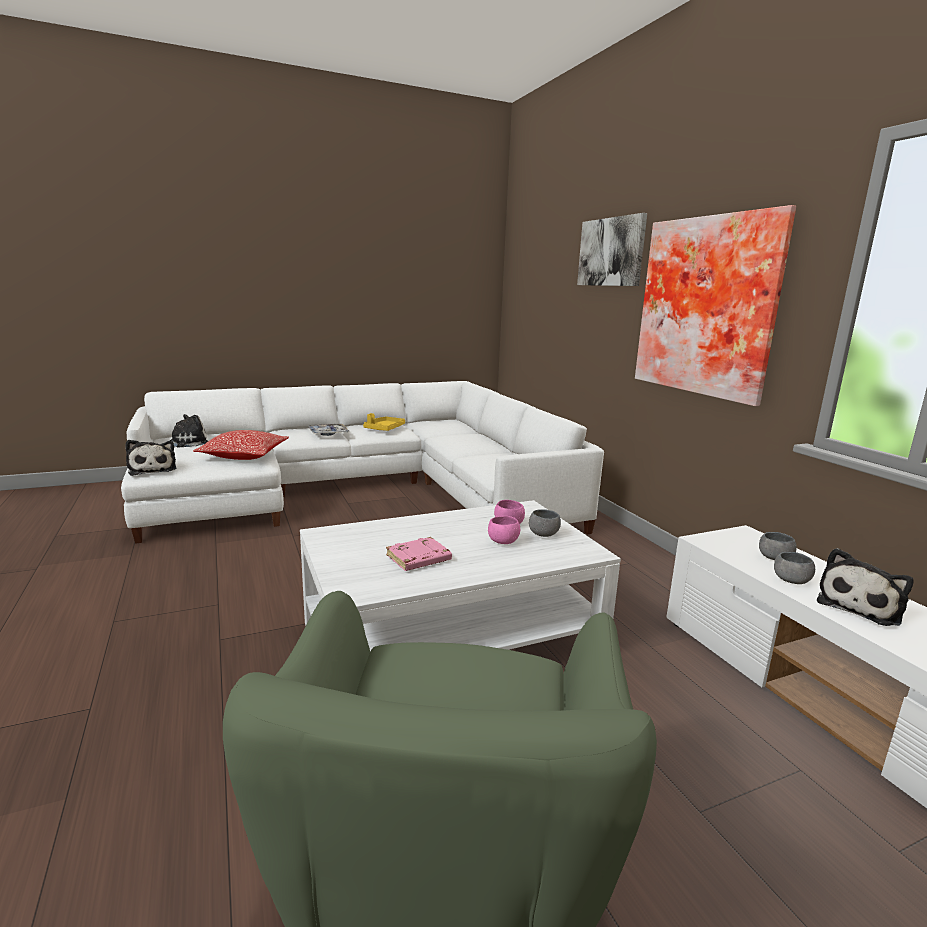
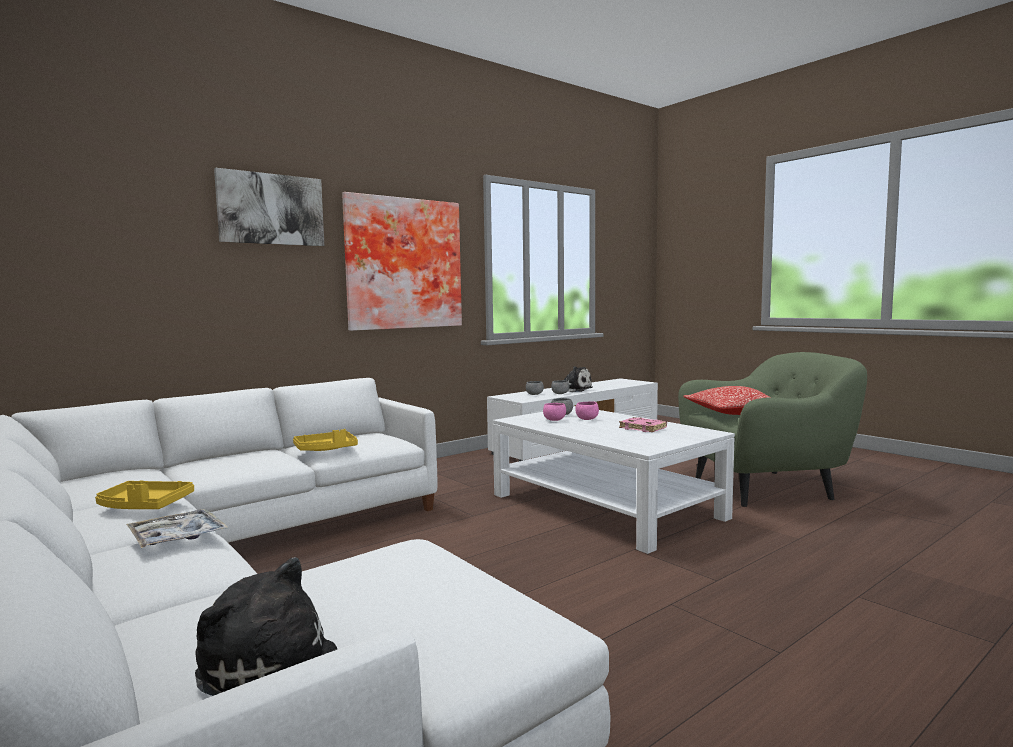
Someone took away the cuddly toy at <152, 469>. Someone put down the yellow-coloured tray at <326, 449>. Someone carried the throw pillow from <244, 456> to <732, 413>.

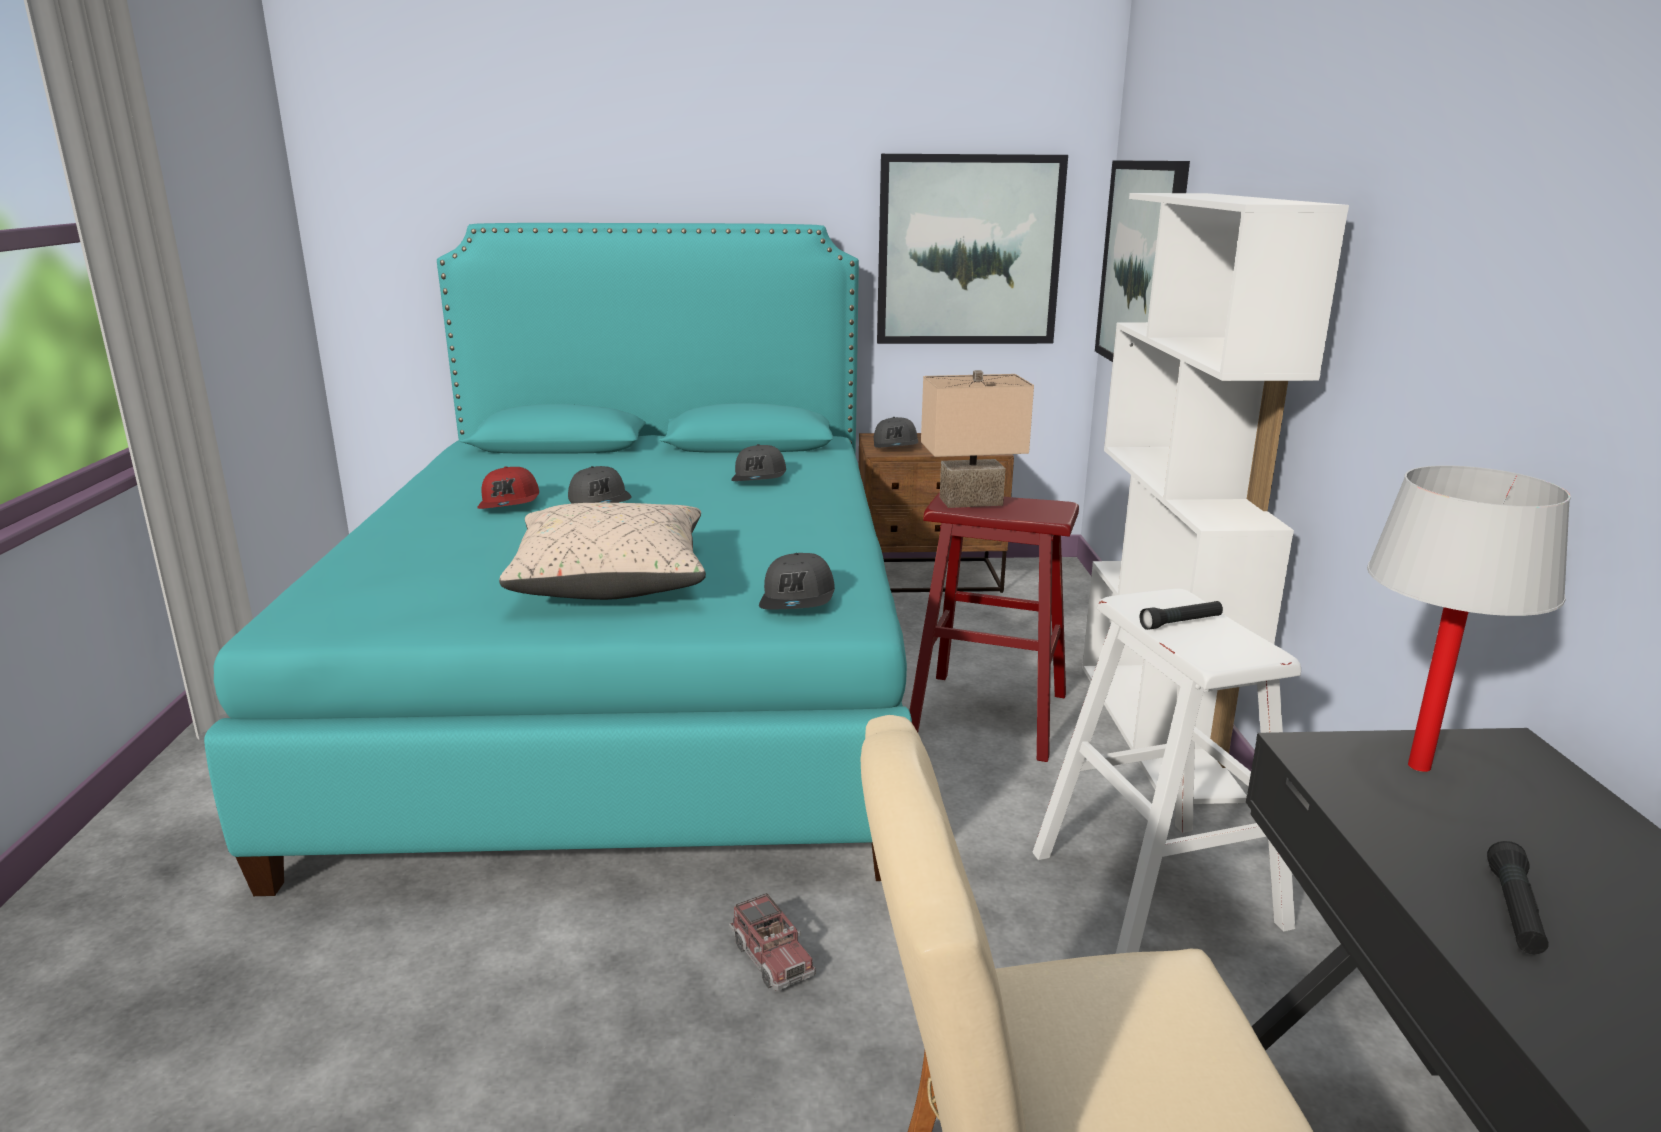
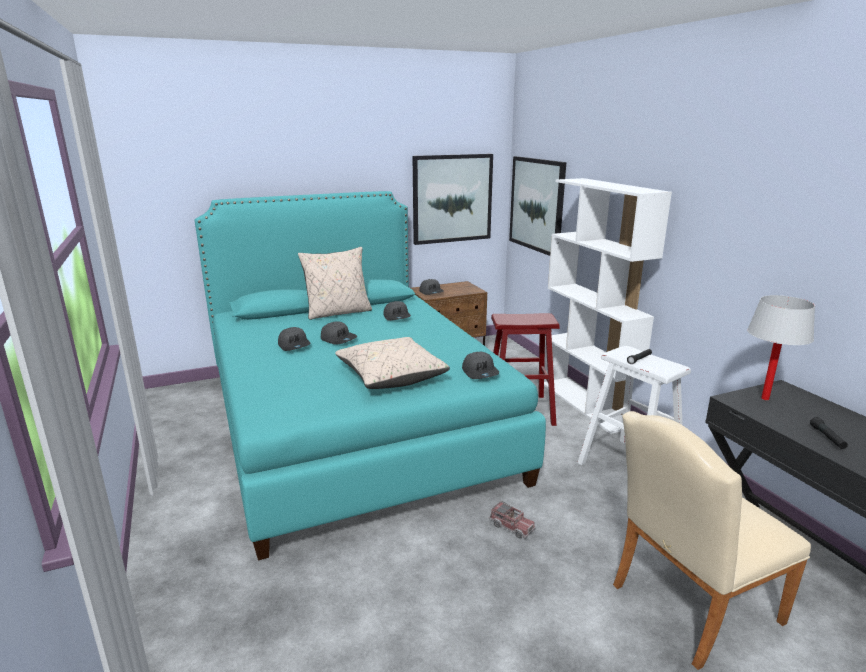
Someone took away the beige-coloured tabletop lamp at <970, 502>. Someone put down the beige-coloured throw pillow at <338, 313>. Someone repainted the red baseball cap at <510, 503>, which became the grey baseball cap at <294, 345>.

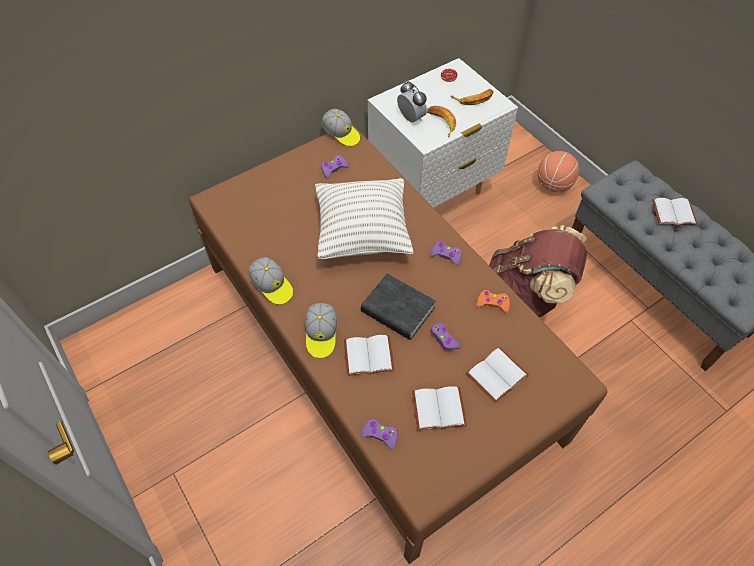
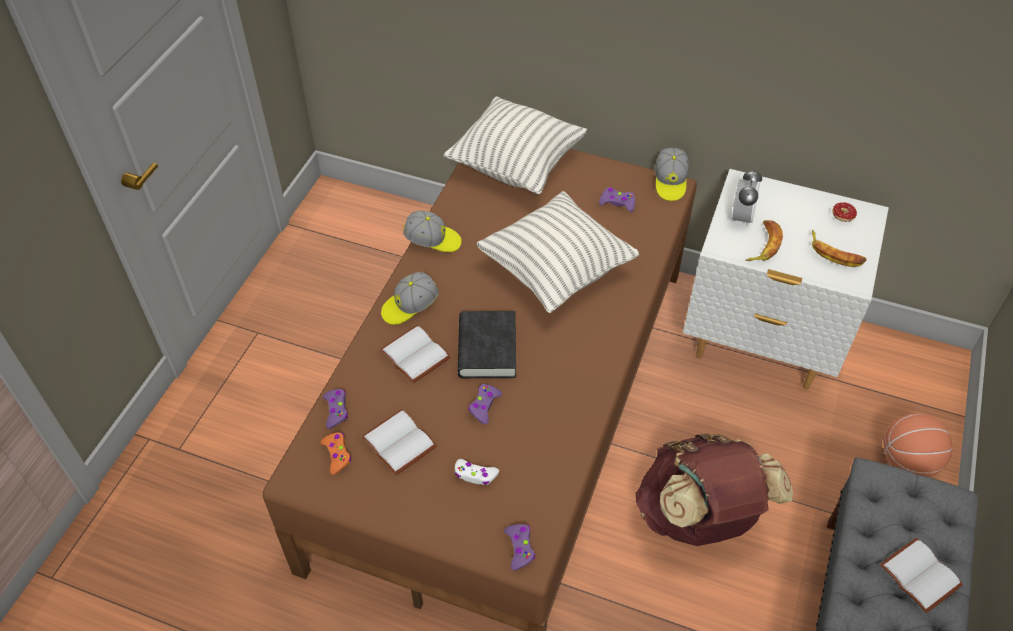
Someone put down the throw pillow at <516, 166>. Someone carried the purple joypad from <446, 255> to <520, 548>. Someone carried the orange joypad from <492, 303> to <337, 455>. Someone swapped the white-coloured book at <497, 376> for the white-coloured joypad at <475, 475>. Someone rotated the baseball cap at <272, 286> by 90 degrees counterclockwise.

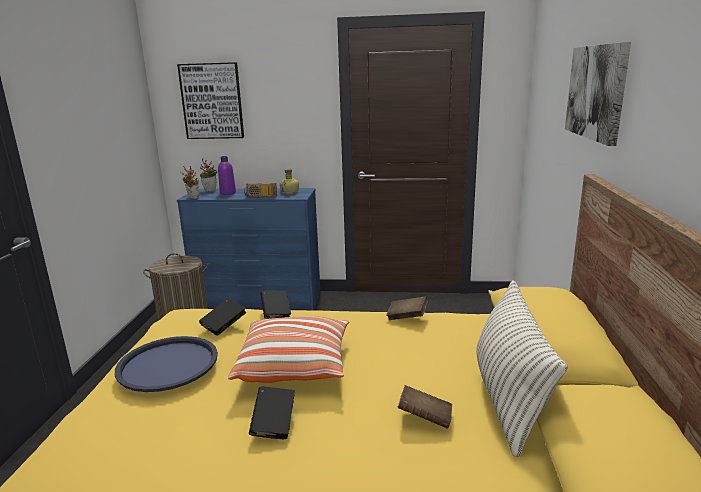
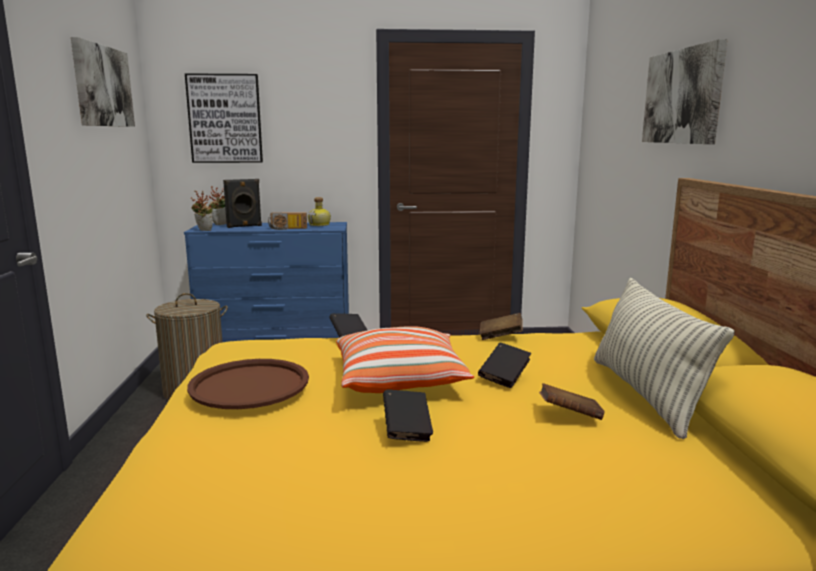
Someone put up the picture at <102, 86>. Someone carried the black-coloured book from <224, 325> to <504, 377>. Someone swapped the purple drink bottle at <228, 193> for the black-coloured speaker at <244, 226>. Someone repainted the blue tray at <168, 364>, which became the brown tray at <249, 385>.

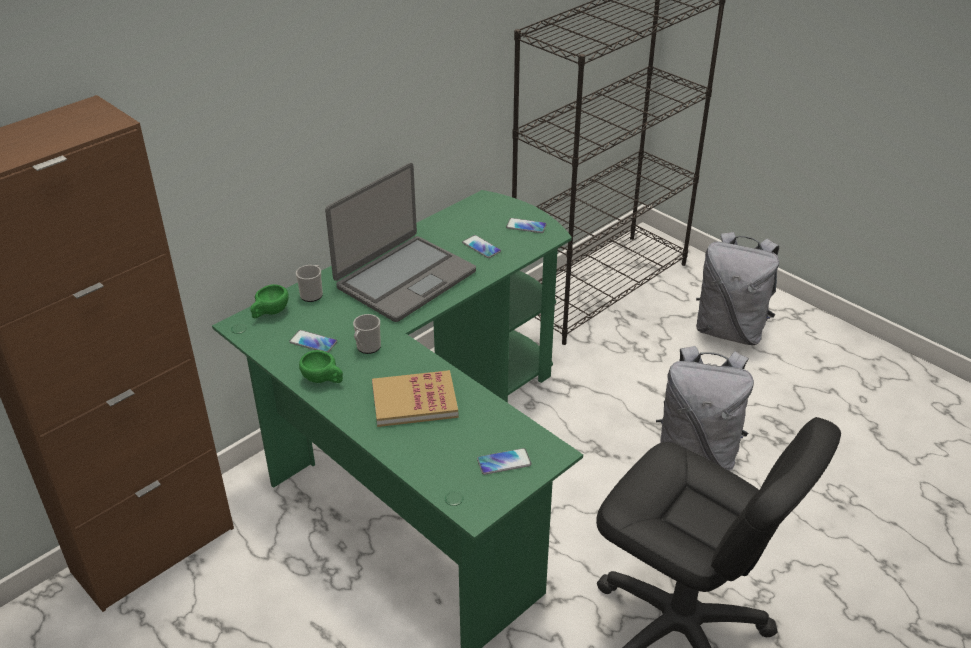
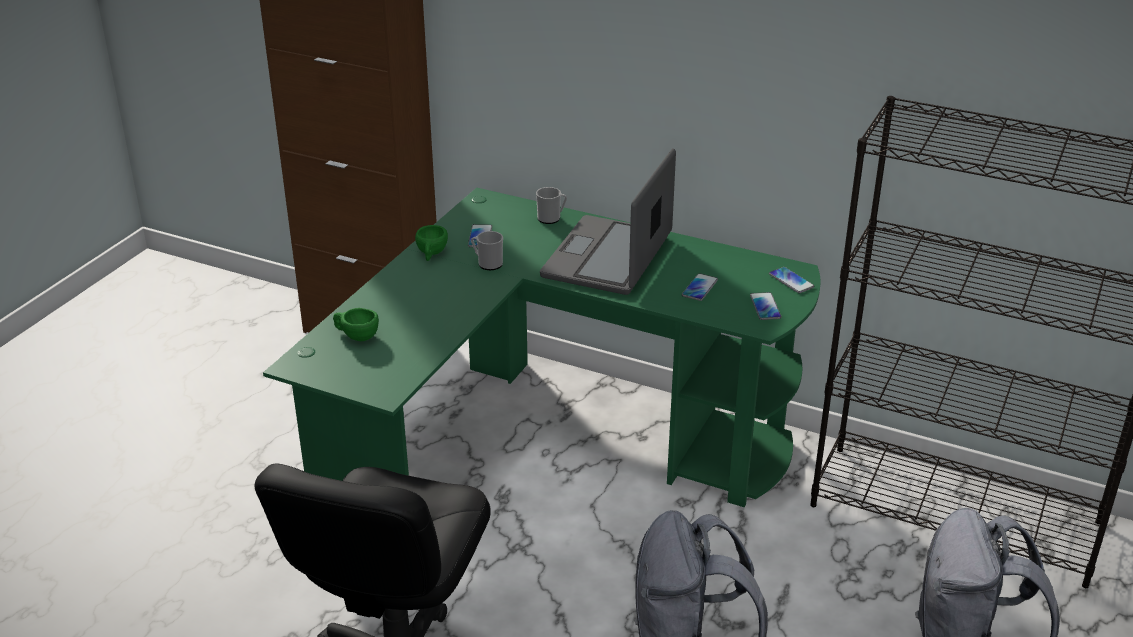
Someone took away the book at <414, 401>. Someone carried the green cup from <270, 312> to <356, 336>. Someone carried the handset from <504, 462> to <791, 281>. Someone rotated the notebook computer at <404, 279> by 90 degrees clockwise.

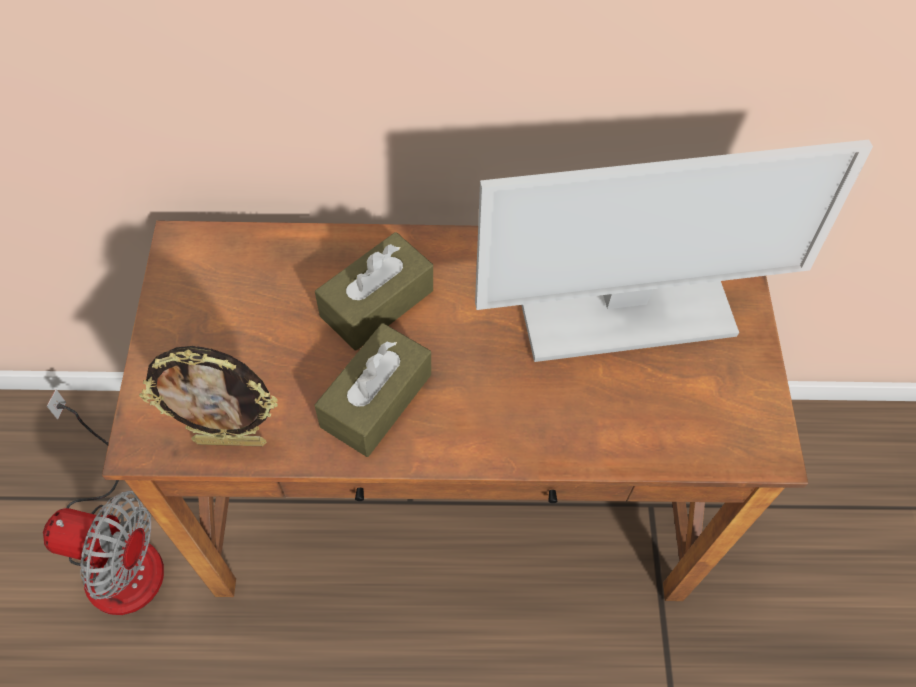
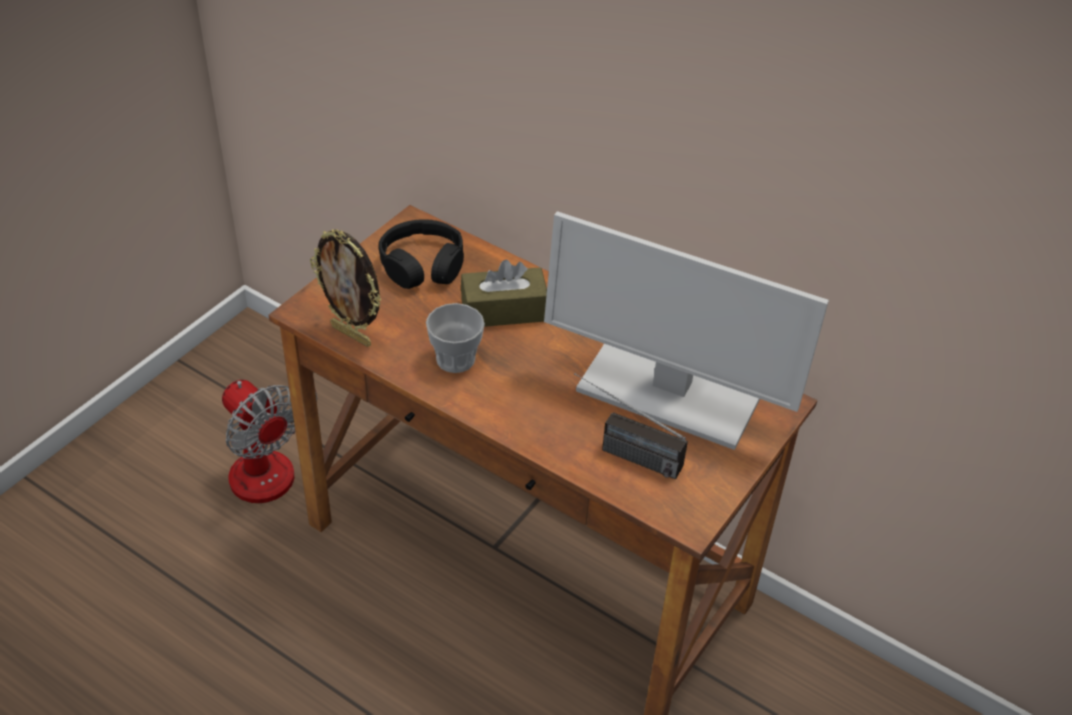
Someone put down the black-coloured headset at <422, 265>. Someone put down the radio at <621, 452>. Someone swapped the brown tissue box at <376, 400> for the cup at <455, 359>.

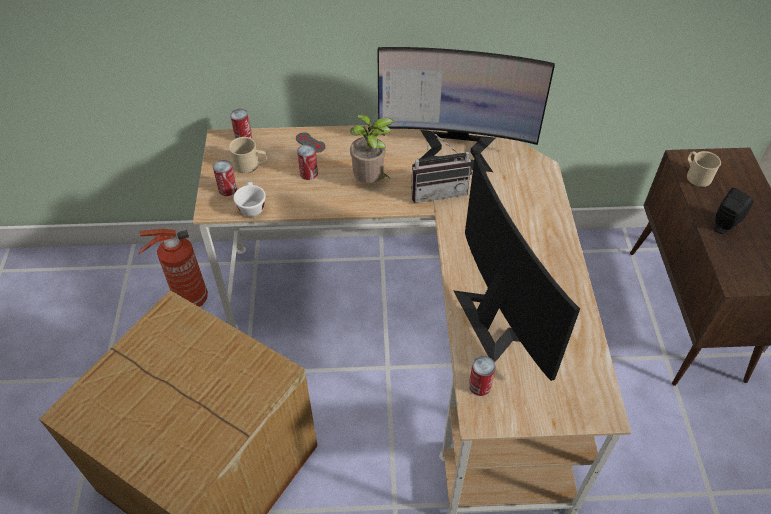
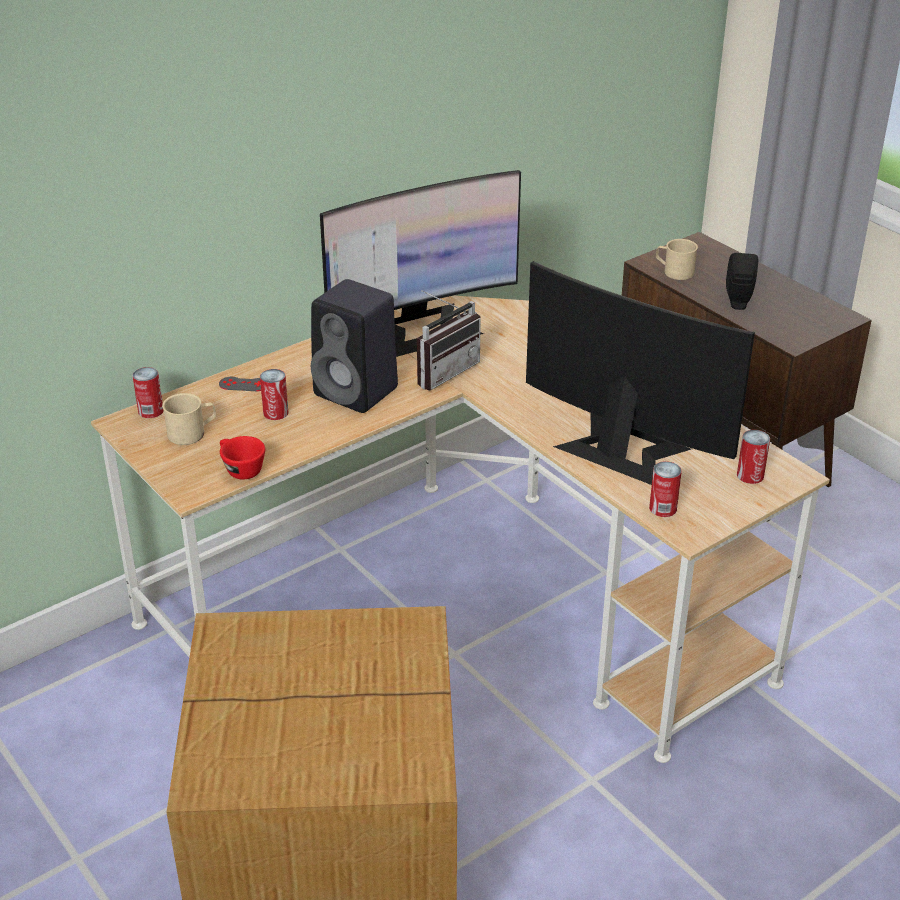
Someone took away the extinguisher at <189, 299>. Someone carried the metal can from <227, 189> to <750, 475>. Someone swapped the potted plant at <371, 181> for the black-coloured speaker at <358, 392>. Someone repainted the white-coloured cup at <251, 206>, which became the red cup at <240, 469>.

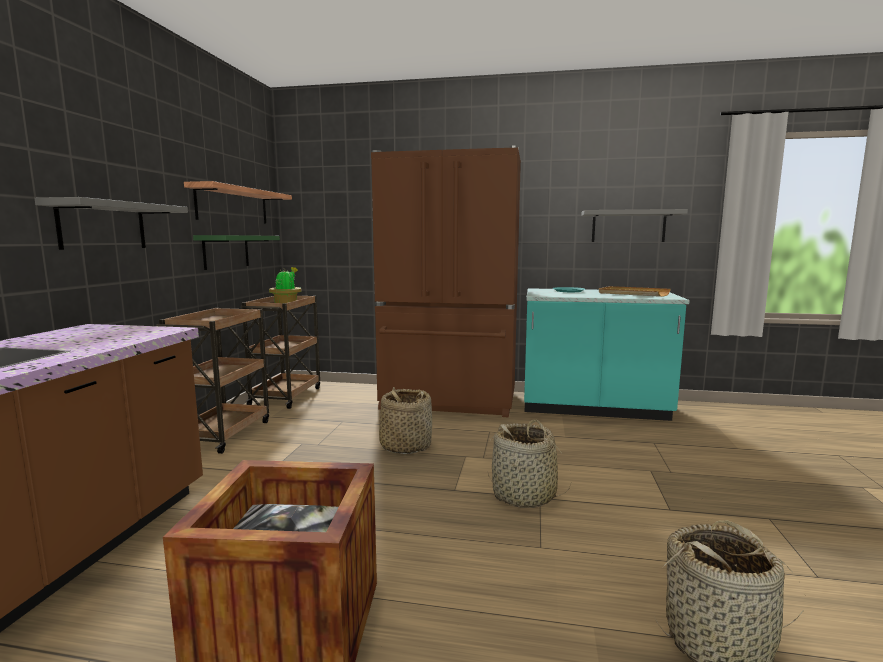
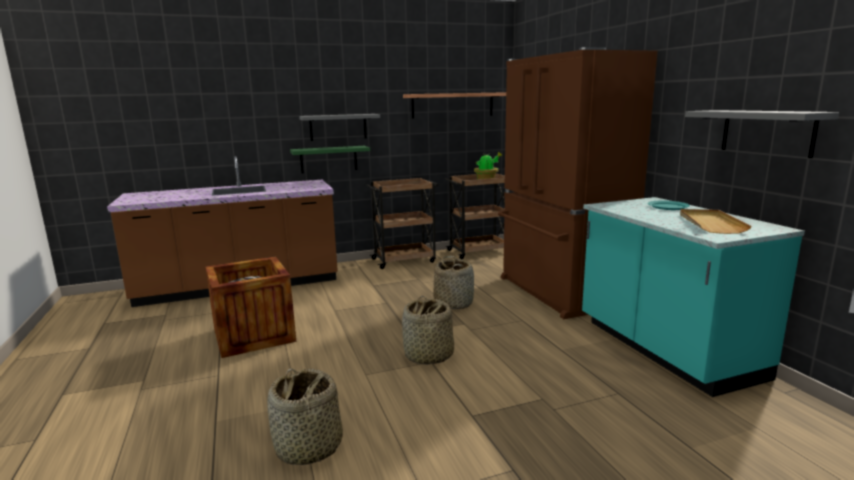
Someone carried the green shelf from <226, 251> to <328, 159>.

